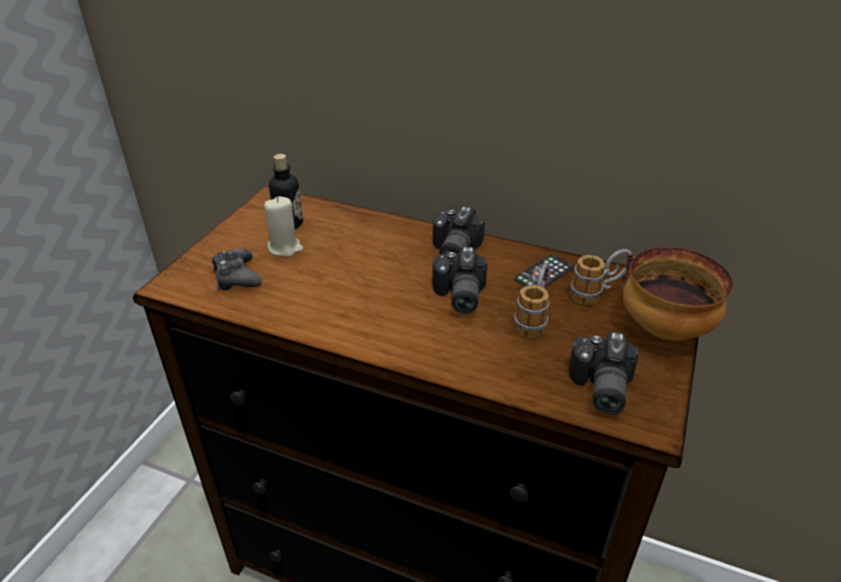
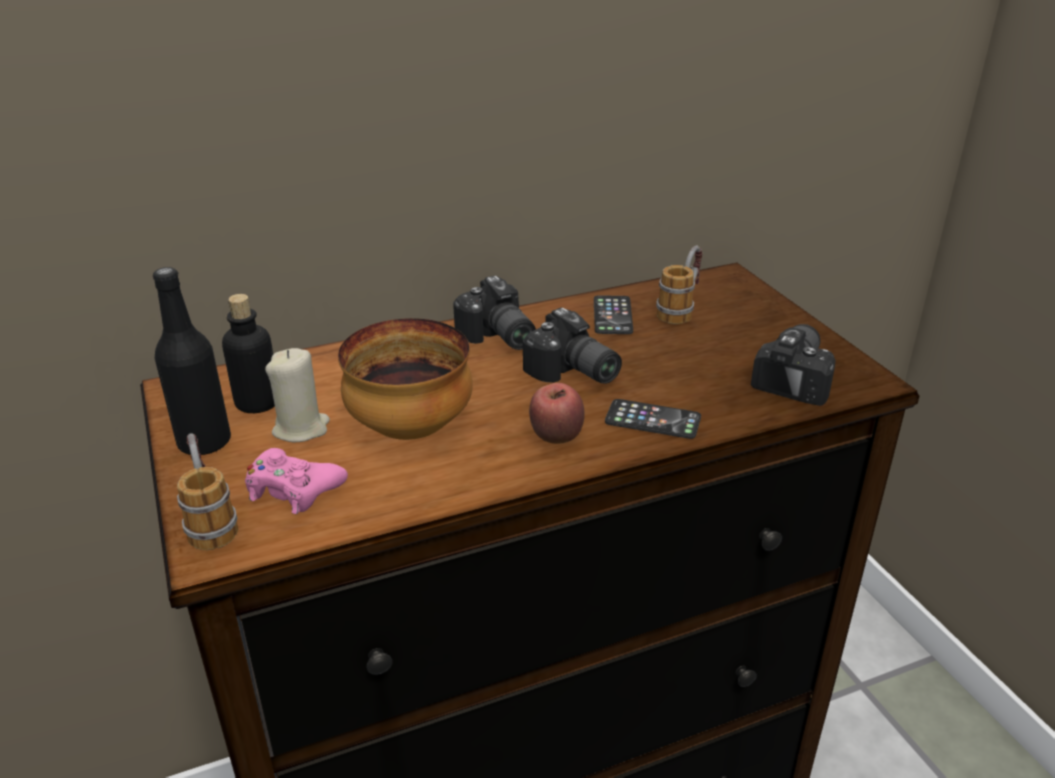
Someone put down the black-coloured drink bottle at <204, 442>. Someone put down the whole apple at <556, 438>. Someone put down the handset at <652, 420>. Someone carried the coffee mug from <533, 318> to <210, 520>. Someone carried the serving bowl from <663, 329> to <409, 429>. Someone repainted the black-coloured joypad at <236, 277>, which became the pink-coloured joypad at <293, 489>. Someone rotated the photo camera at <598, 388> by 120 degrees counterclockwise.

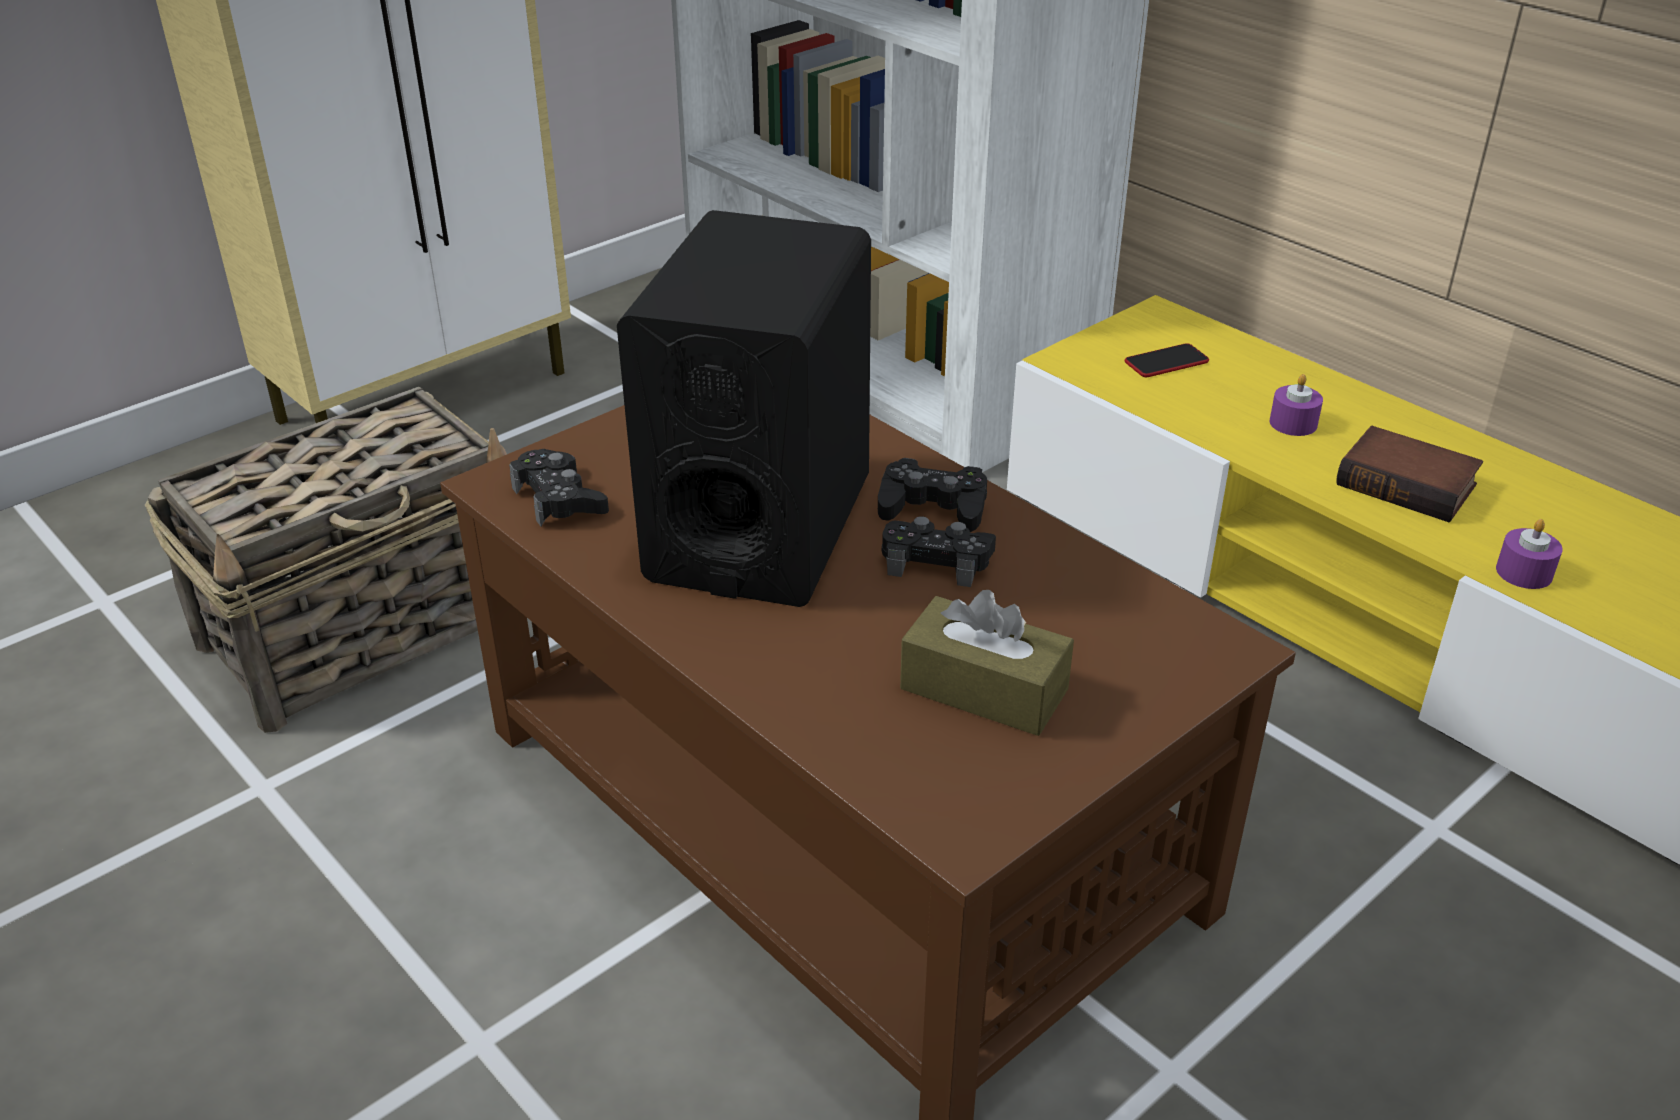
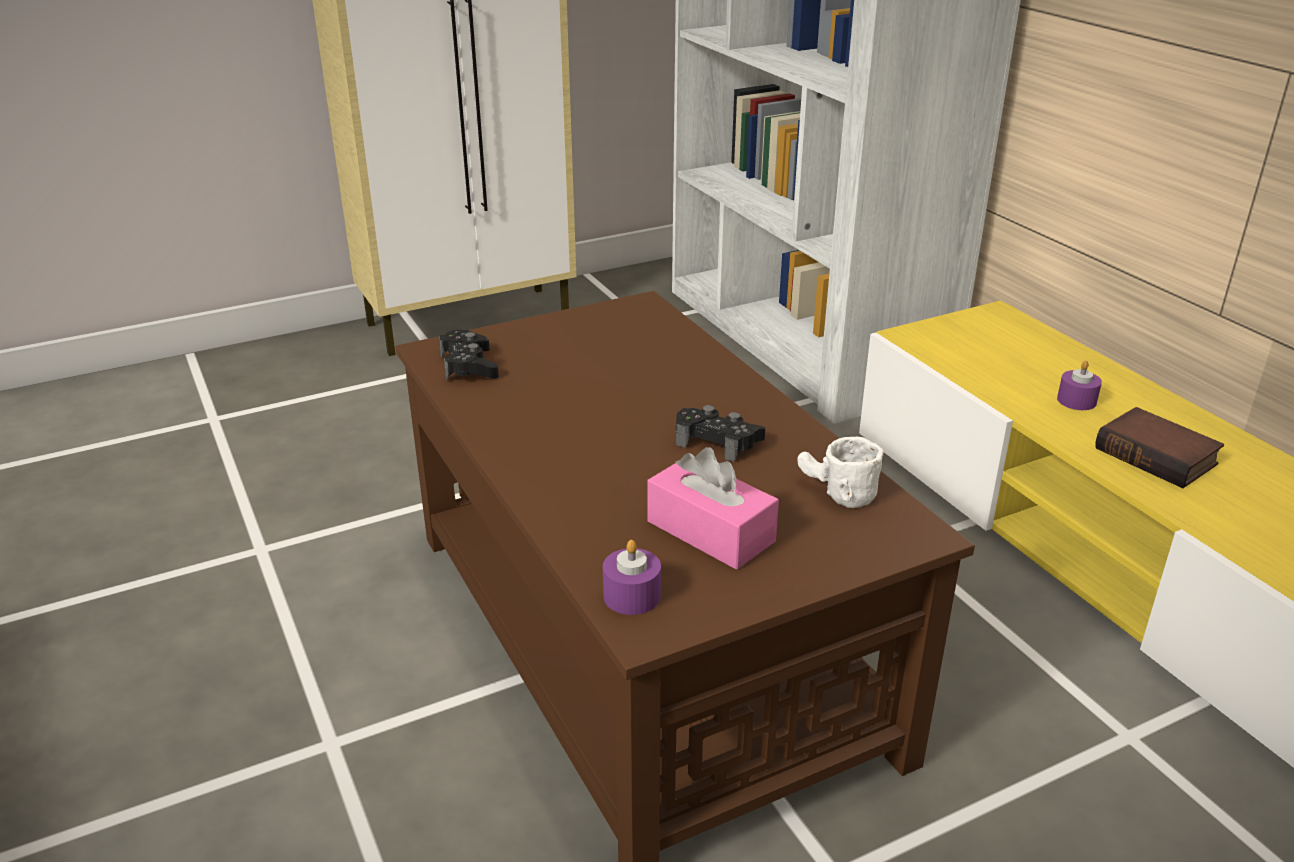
Someone took away the basket at <370, 627>. Someone took away the black-coloured speaker at <760, 527>. Someone took away the black-coloured joypad at <933, 506>. Someone took away the handset at <1166, 362>. Someone put down the white-coloured coffee mug at <834, 494>. Someone carried the purple candle from <1524, 572> to <632, 596>. Someone repainted the brown tissue box at <984, 689>, which became the pink-coloured tissue box at <710, 531>.

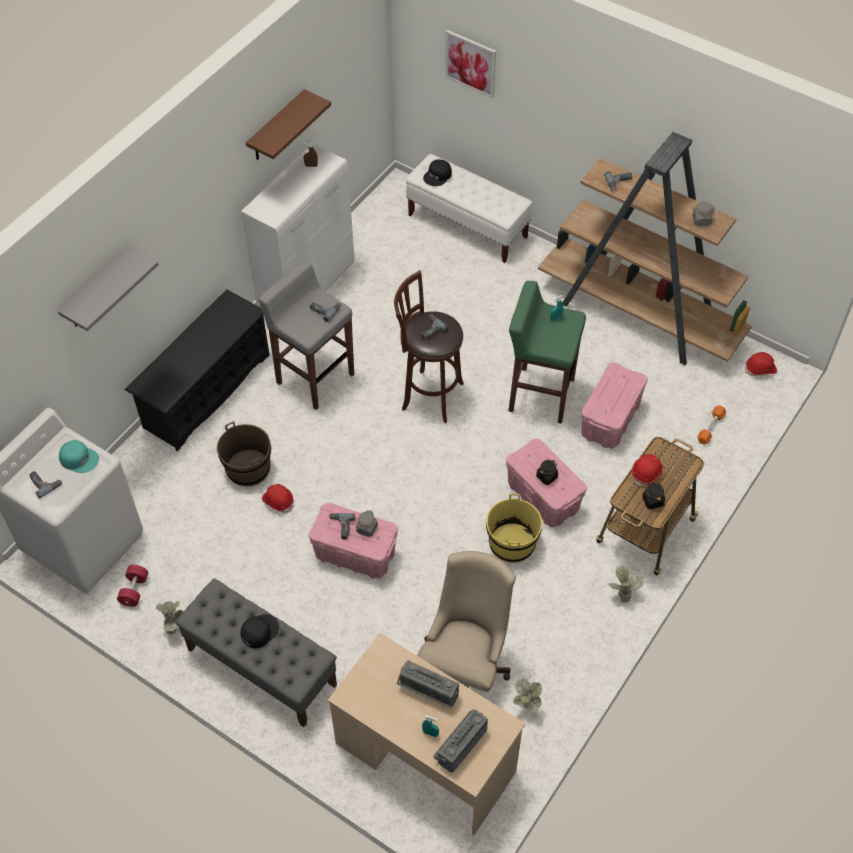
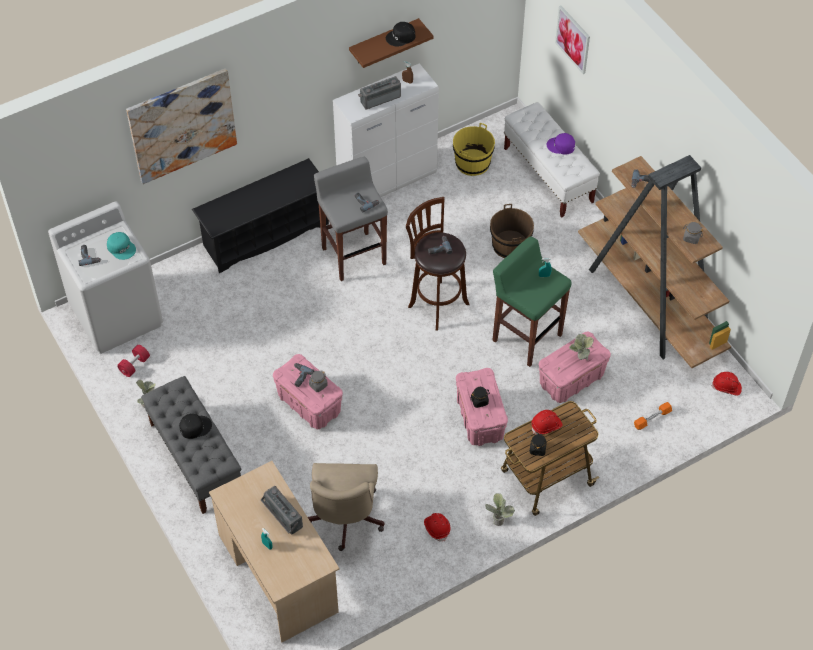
Someone put down the purple baseball cap at <561, 146>. Someone carried the brown pail from <248, 468> to <510, 245>. Someone carried the red work helmet from <278, 501> to <437, 528>. Someone carried the black-coloured baseball cap from <438, 176> to <401, 37>. Someone carried the radio from <459, 744> to <379, 98>. Someone carried the yellow-coloured pail from <512, 543> to <472, 163>. Someone carried the potted plant from <526, 706> to <580, 358>. Someone swapped the grey shelf at <98, 289> for the picture at <182, 125>. Someone rotated the beige-coloured office chair at <465, 666> by 135 degrees clockwise.

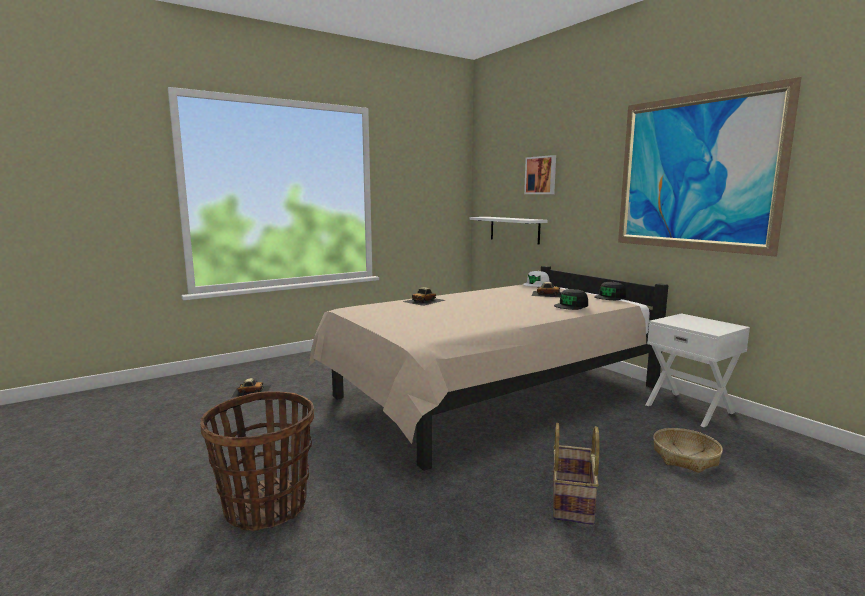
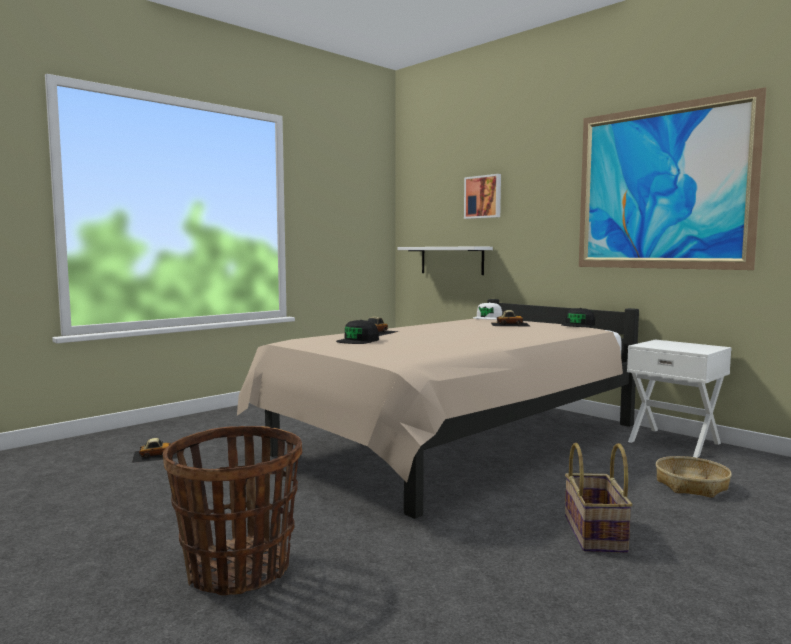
Someone carried the black-coloured baseball cap from <571, 306> to <358, 341>.

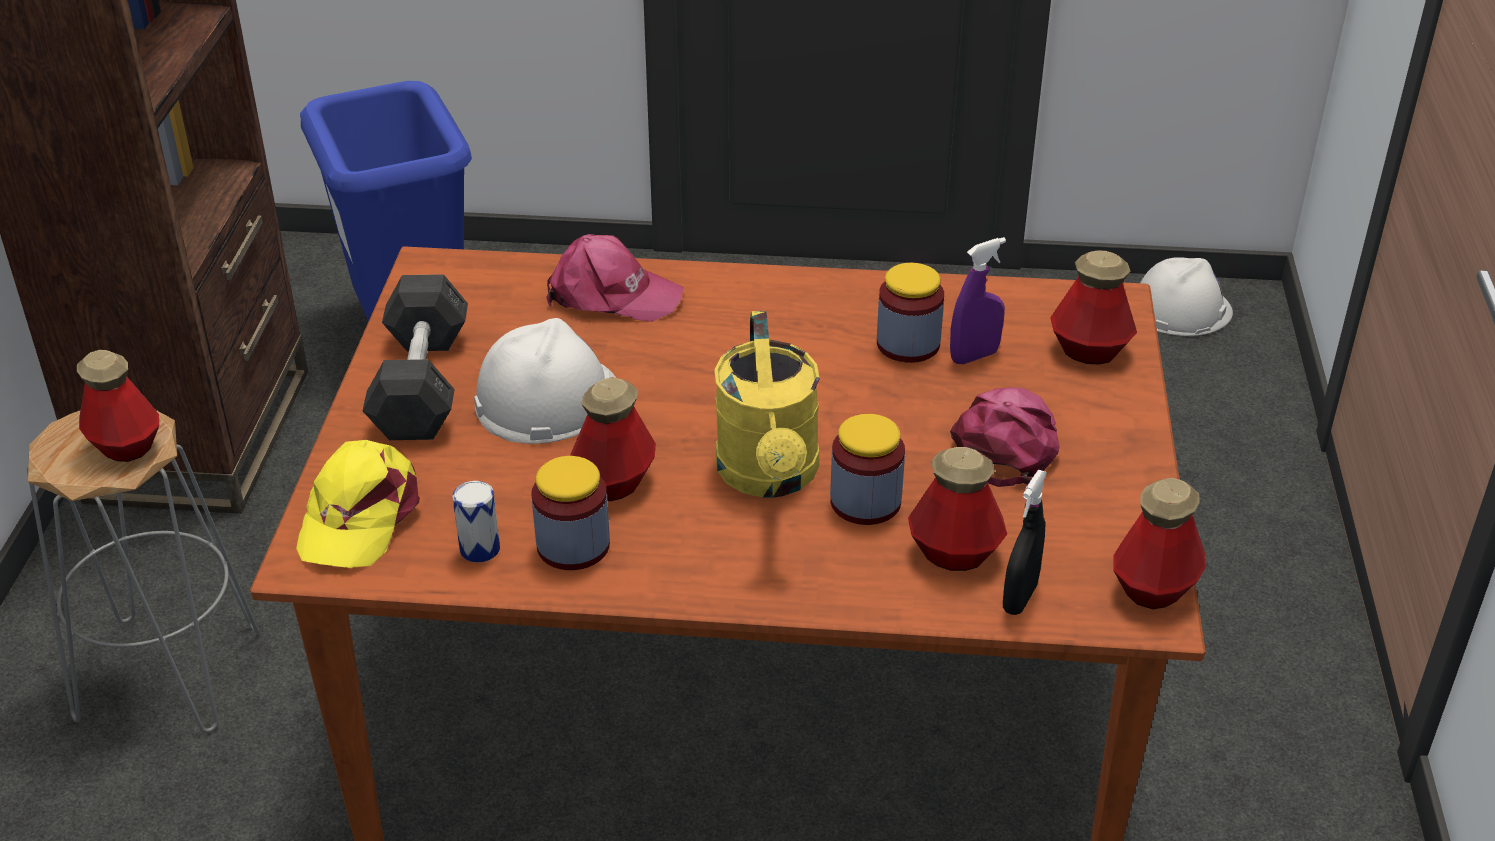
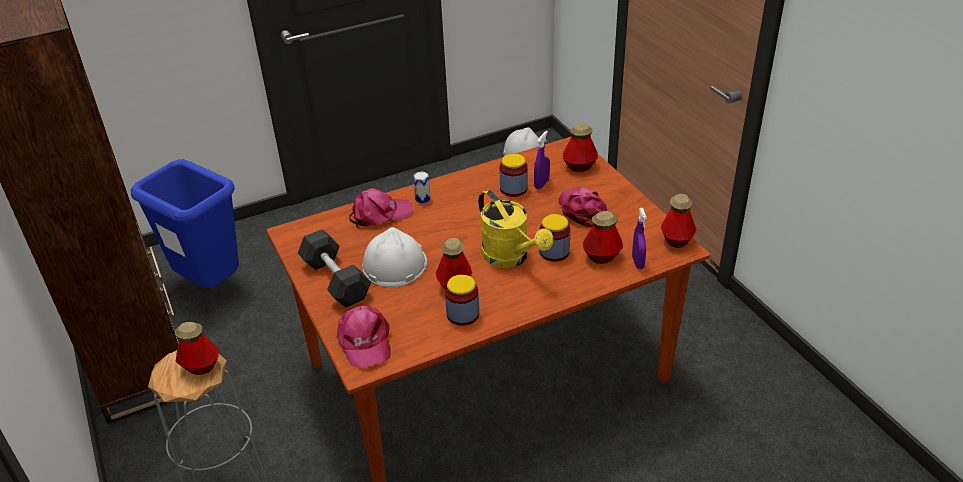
Someone carried the metal can from <480, 549> to <422, 199>. Someone repainted the yellow-coloured baseball cap at <359, 516>, which became the pink-coloured baseball cap at <364, 341>. Someone repainted the black-coloured hand sprayer at <1019, 598>, which became the purple hand sprayer at <637, 262>.

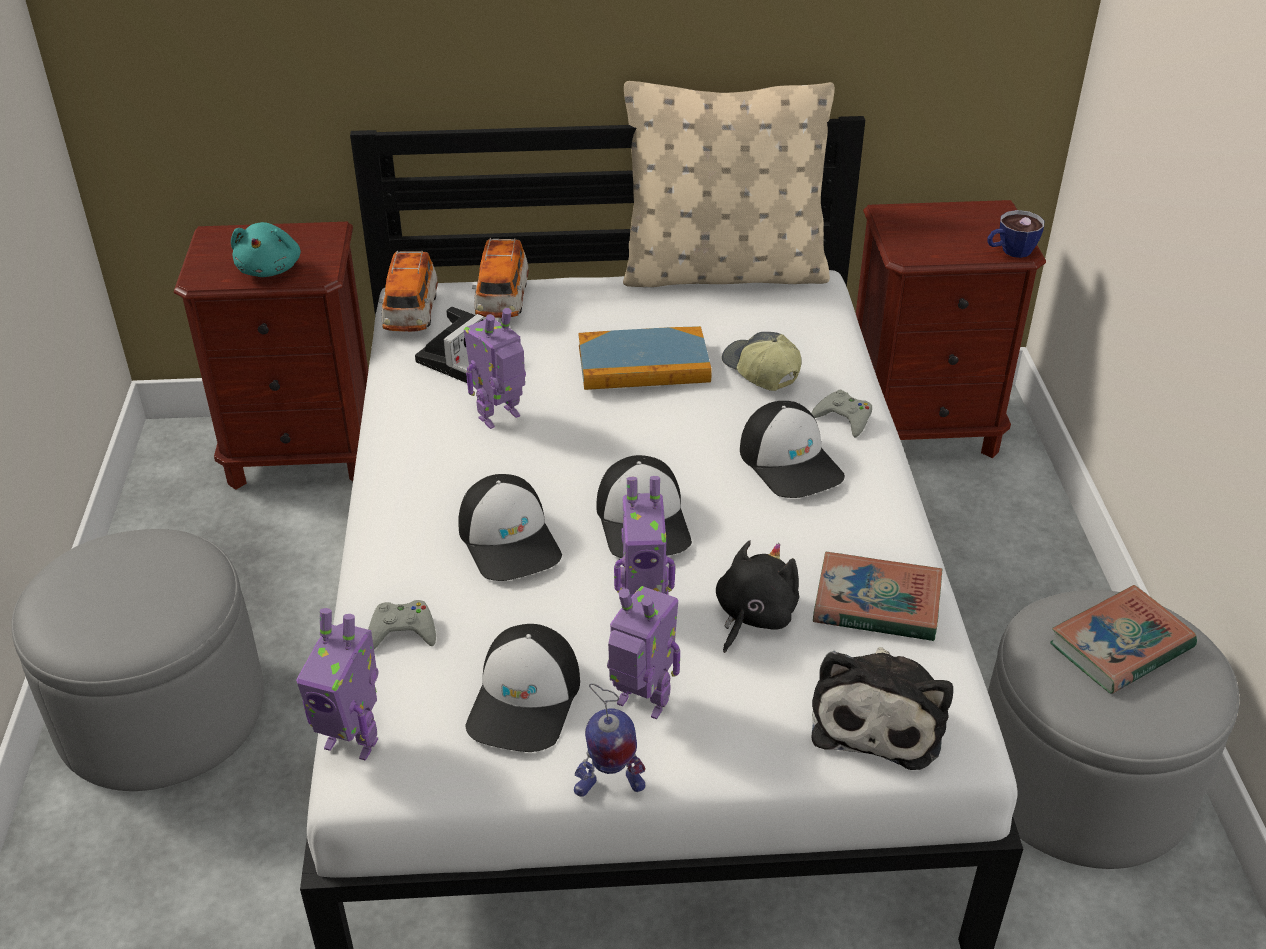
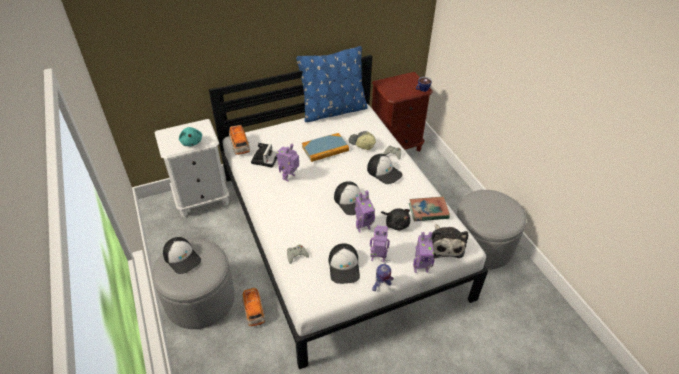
Someone took away the book at <1120, 646>. Someone carried the model robot from <353, 741> to <420, 268>. Someone carried the baseball cap from <510, 540> to <182, 257>. Someone carried the model car from <502, 300> to <254, 311>. Someone repainted the brown bedside table at <303, 453>, which became the white-coloured bedside table at <202, 199>. Someone repainted the beige-coloured throw pillow at <723, 272>, which became the blue throw pillow at <333, 111>. Someone rotated the black-coloured cuddly toy at <753, 616> by 120 degrees clockwise.

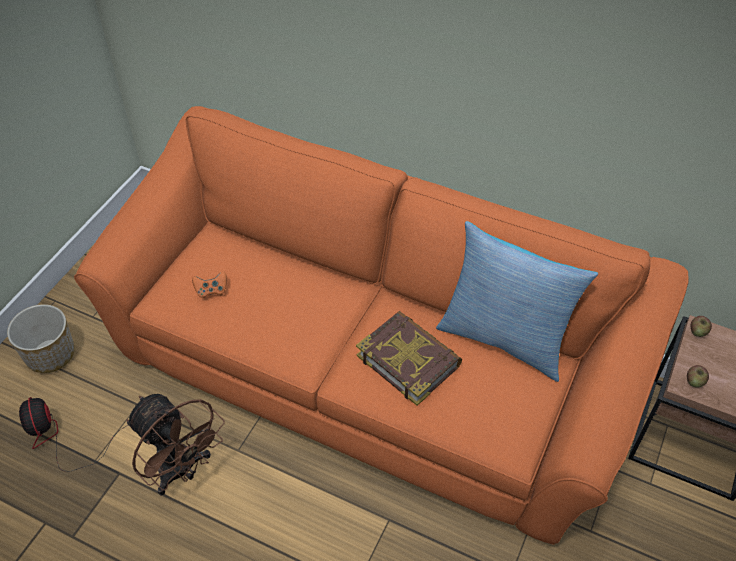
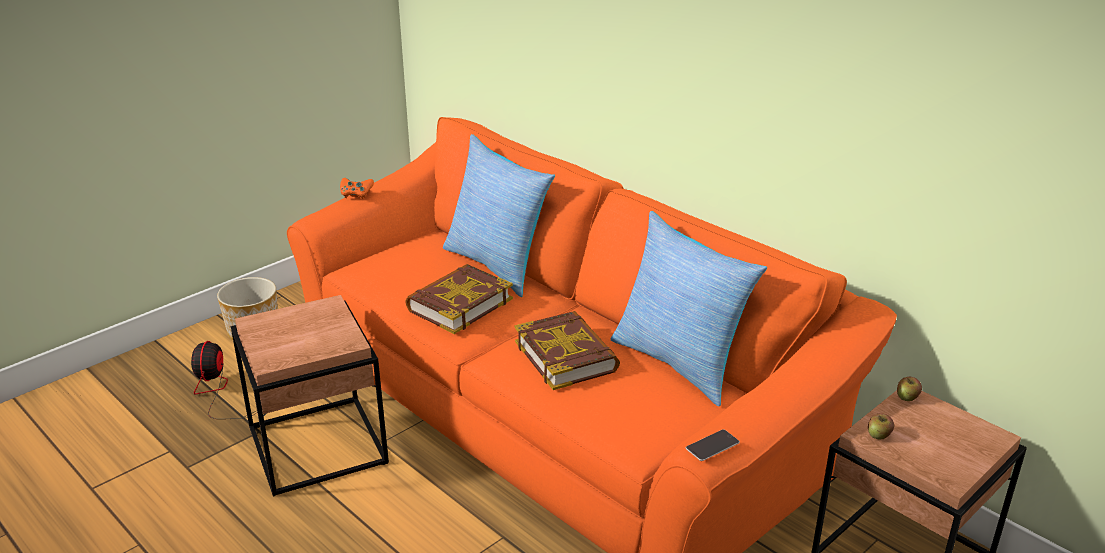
Someone put down the book at <459, 304>. Someone put down the throw pillow at <498, 265>. Someone put down the handset at <712, 445>. Someone carried the orange joypad from <211, 290> to <356, 195>. Someone swapped the brown electric fan at <182, 471> for the brown side table at <318, 444>.

